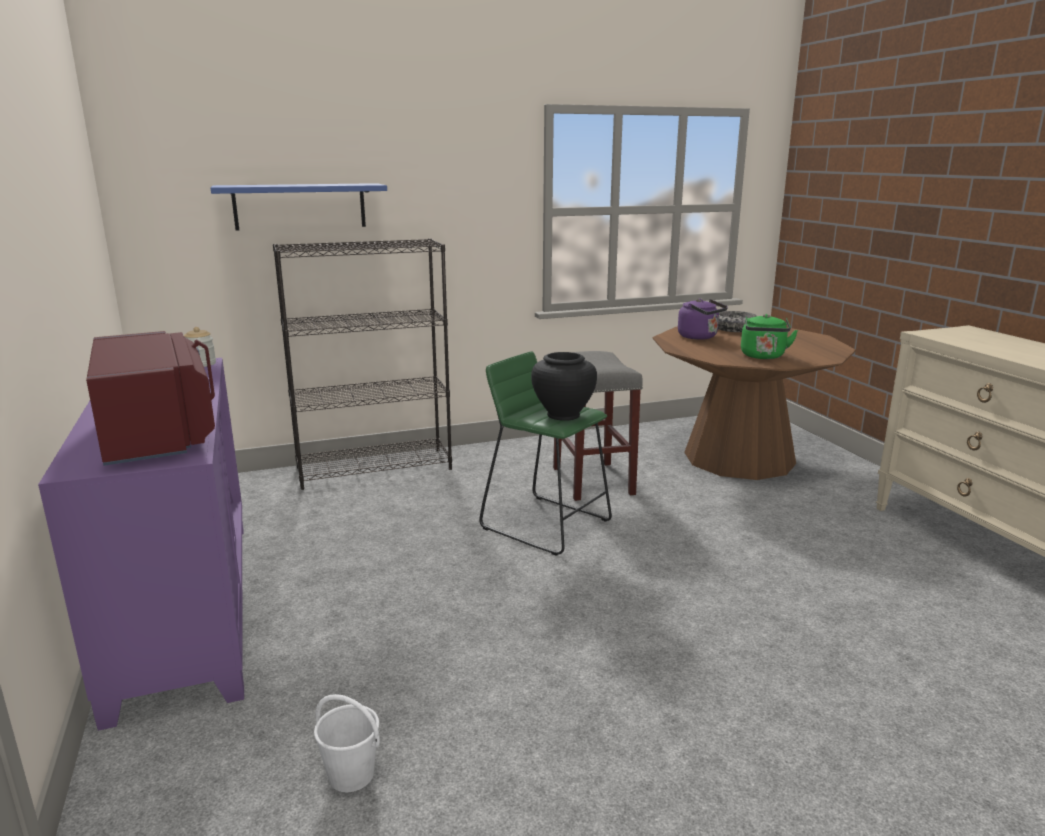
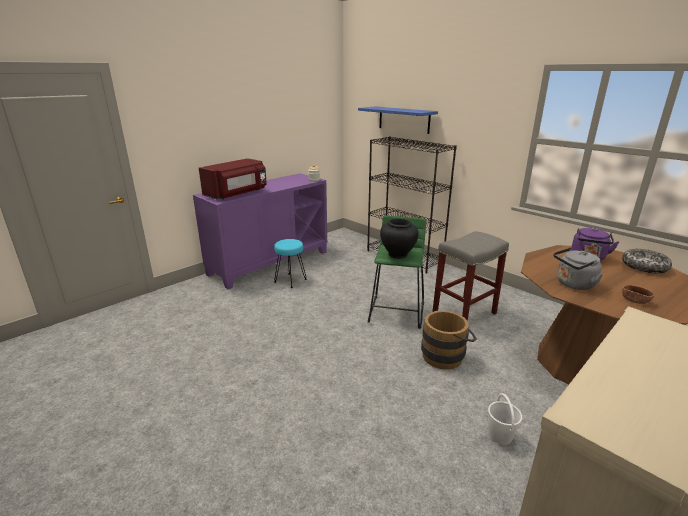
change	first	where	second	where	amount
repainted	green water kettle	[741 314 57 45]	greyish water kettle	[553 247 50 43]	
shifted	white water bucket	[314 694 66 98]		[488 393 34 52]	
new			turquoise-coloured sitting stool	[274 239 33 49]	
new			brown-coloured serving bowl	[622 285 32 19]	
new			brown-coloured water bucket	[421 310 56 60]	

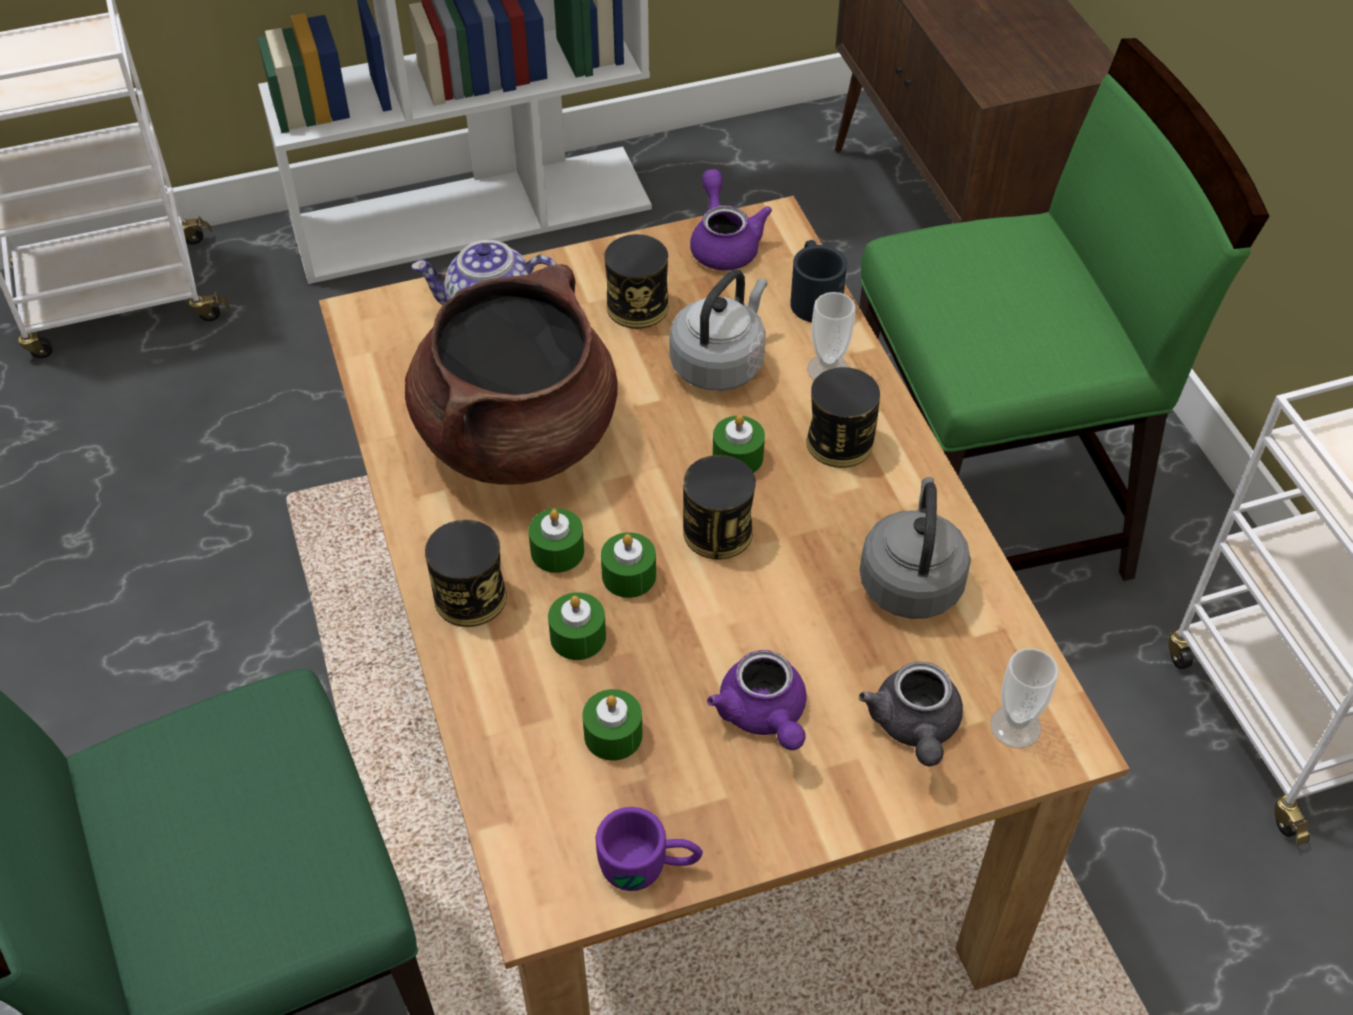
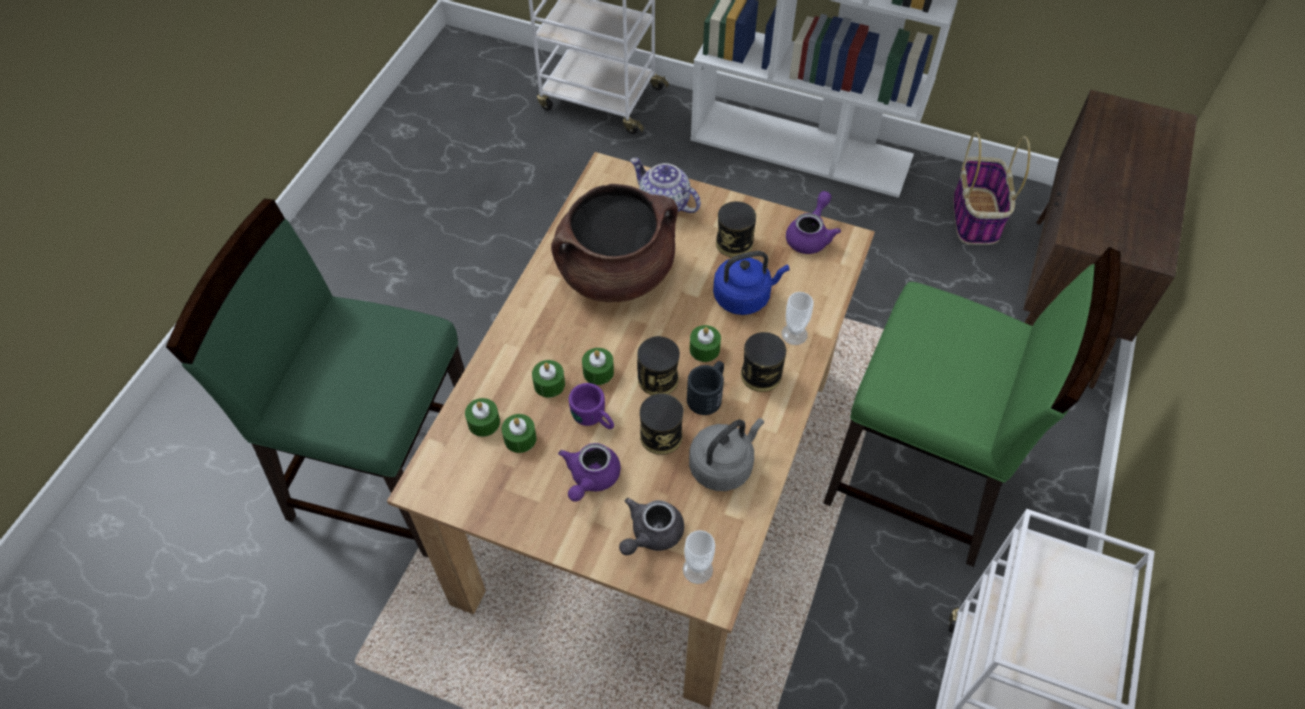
change	first	where	second	where	amount
shifted	black-coloured tea mug	[790 240 57 82]		[687 361 37 54]	
repainted	greyish water kettle	[669 270 98 121]	blue-coloured water kettle	[713 251 77 64]	
shifted	green wax light	[528 508 56 65]		[465 398 35 39]	
shifted	can	[425 520 82 107]		[640 393 44 62]	
shifted	purplish tea mug	[595 807 108 84]		[569 383 45 46]	
new			storage basket	[953 132 77 113]	

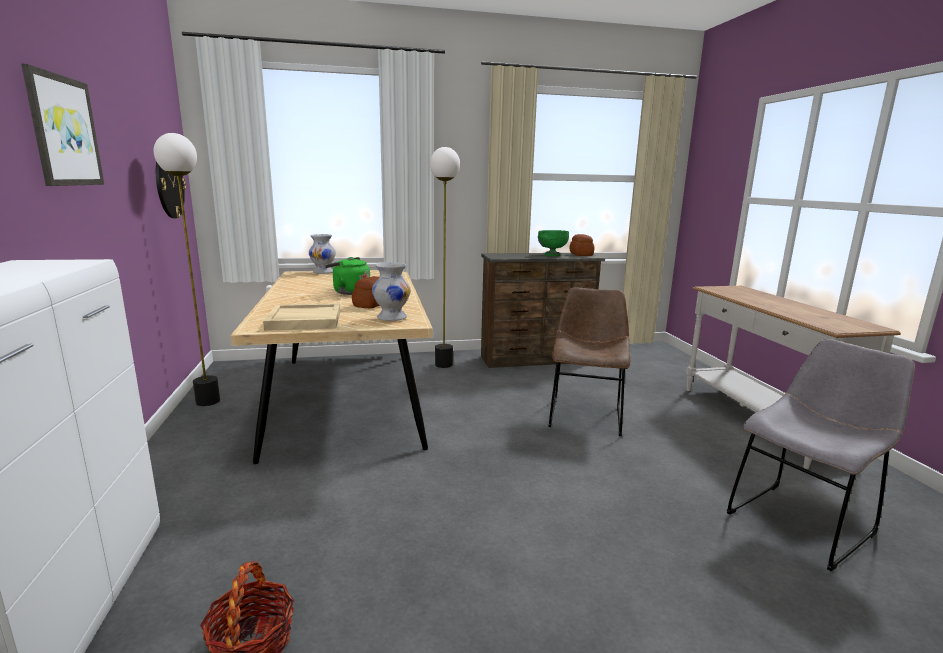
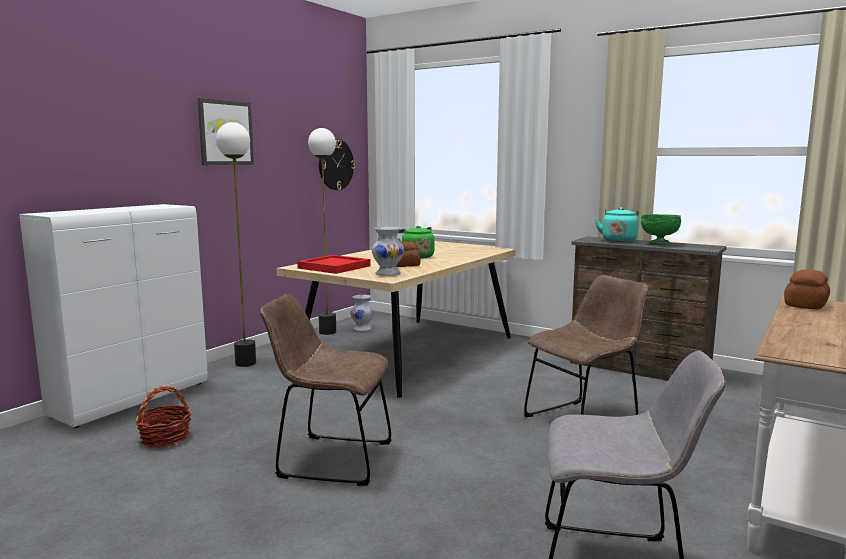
change	first	where	second	where	amount
shifted	standing lamp	[430 147 30 221]		[216 122 40 245]	
shifted	white flower vase	[309 234 27 40]		[350 295 24 36]	
shifted	bakery bread	[570 234 24 22]		[784 269 46 41]	
repainted	sand-coloured carrying tray	[263 303 77 28]	red carrying tray	[297 255 74 19]	
new			turquoise-coloured water kettle	[595 207 44 35]	
new			brown-coloured plain chair	[260 294 132 192]	

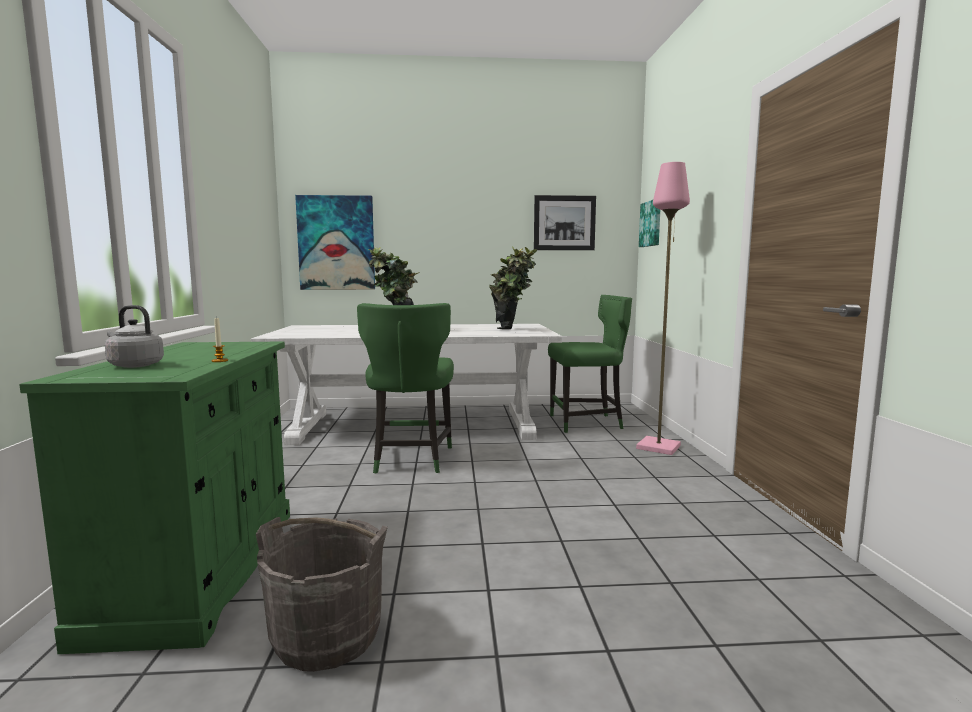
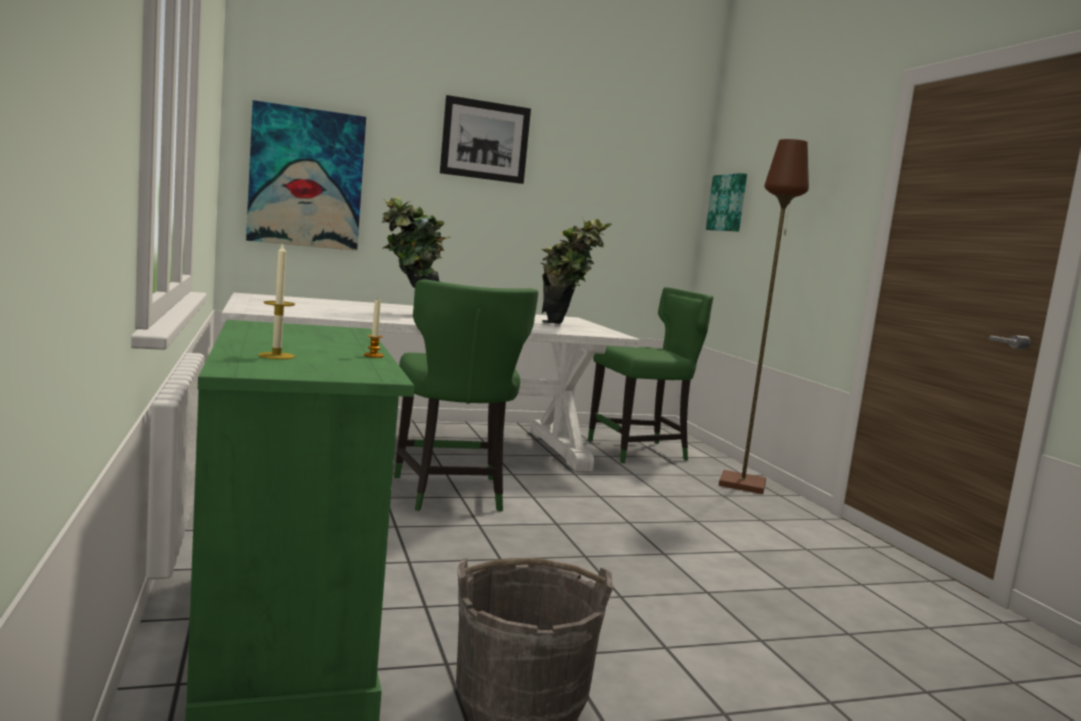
change	first	where	second	where	amount
repainted	pink-coloured standing lamp	[636 162 54 293]	brown-coloured standing lamp	[719 139 90 355]	
shifted	wall art	[534 195 62 55]		[440 95 91 89]	
swapped	greyish water kettle	[105 305 59 63]	wax light	[258 242 37 117]	

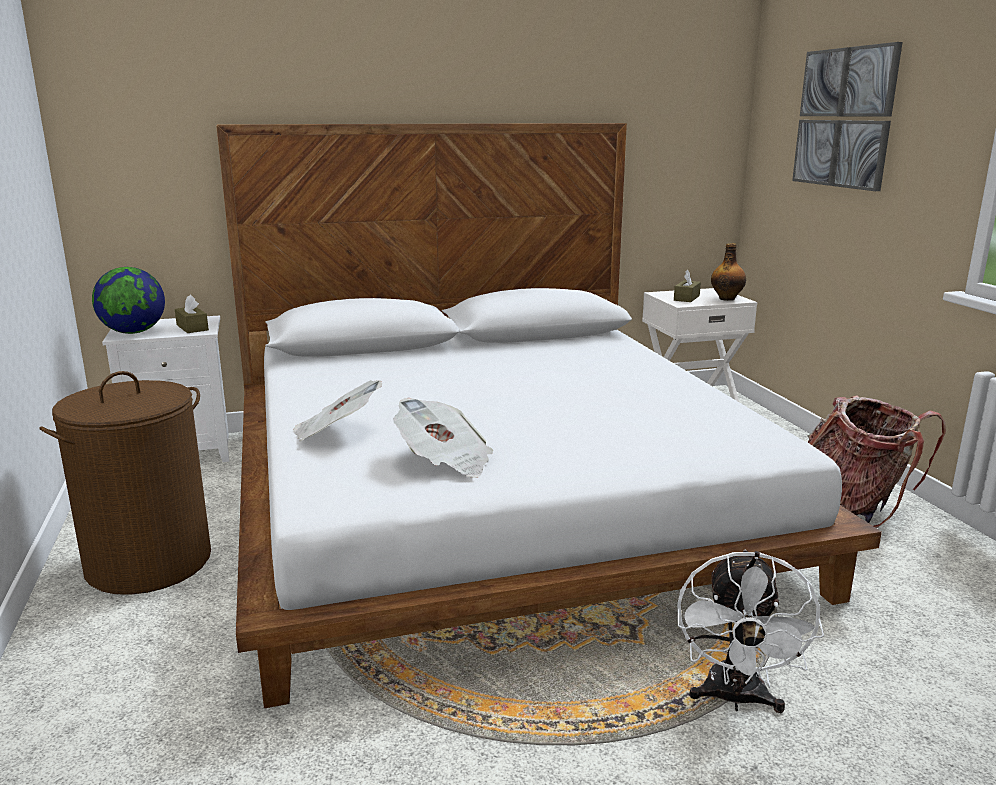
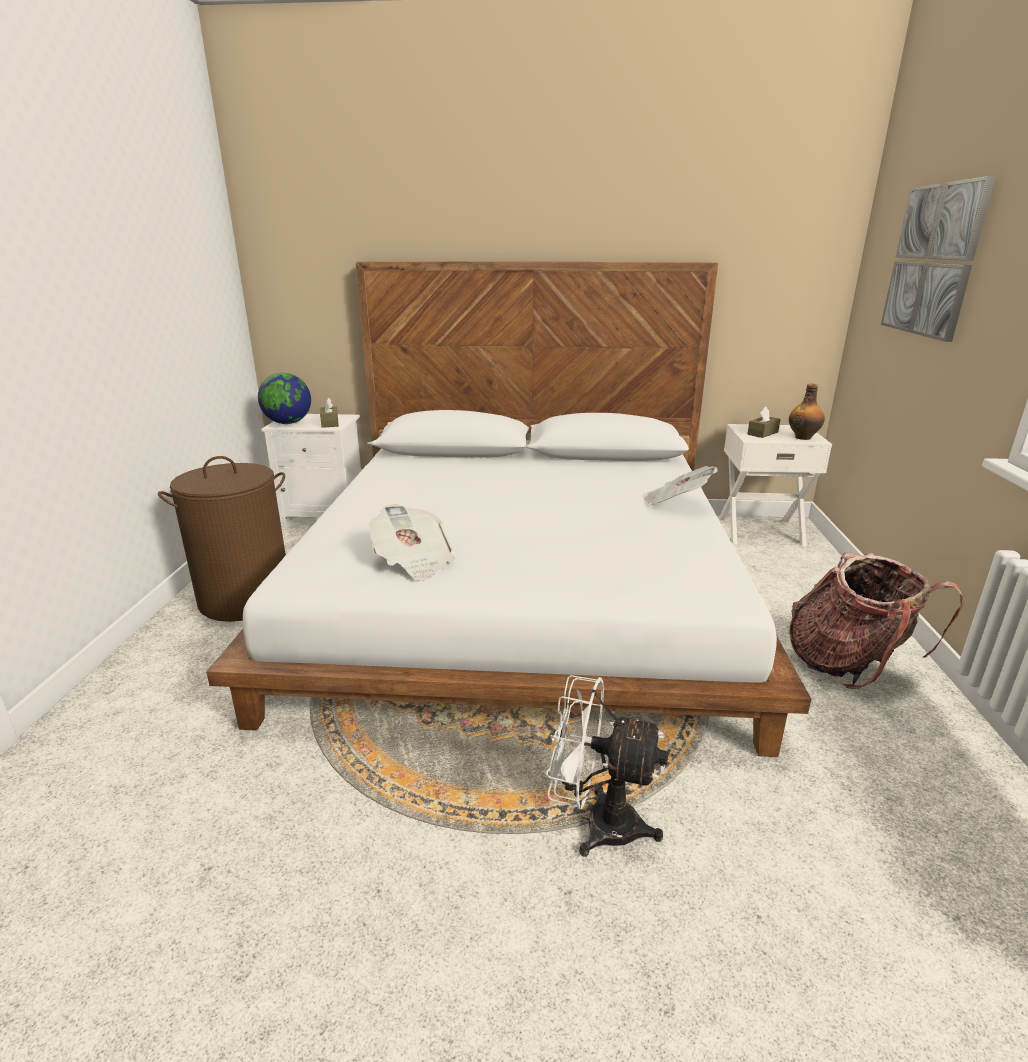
change	first	where	second	where	amount
shifted	printed paper	[293 380 89 61]		[643 466 75 40]	
rotated	white fan	[677 550 147 163]		[546 675 123 182]	75 degrees clockwise

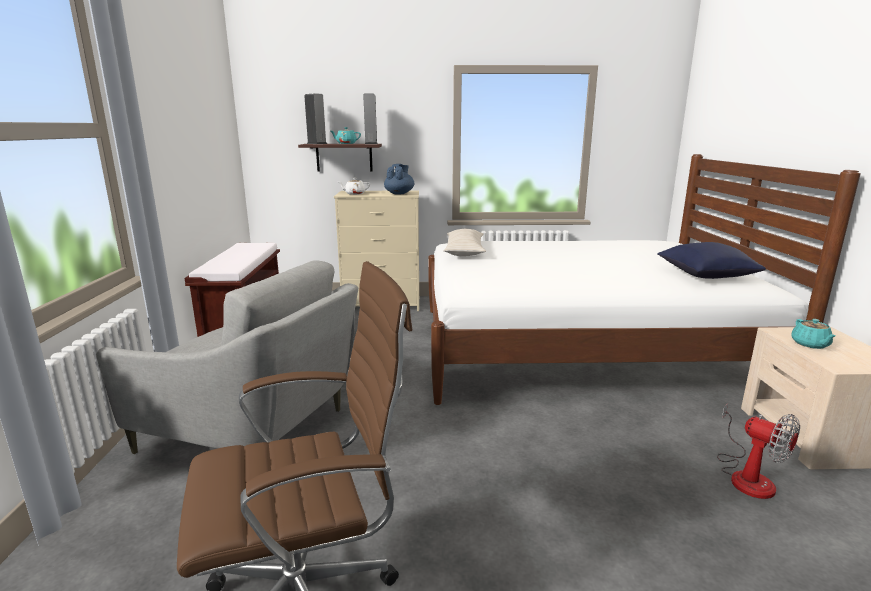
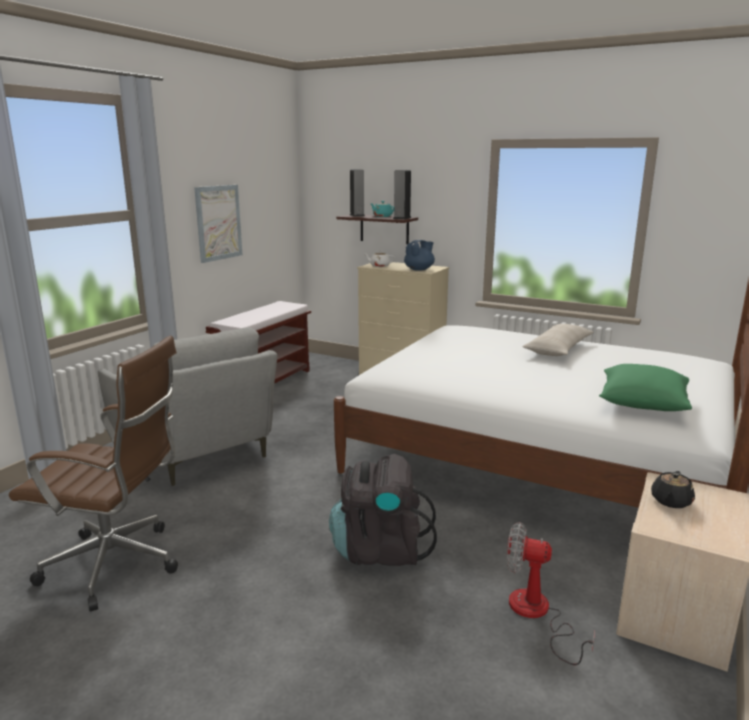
change	first	where	second	where	amount
shifted	sand-coloured pillow	[444 229 42 27]		[522 324 72 32]	
repainted	blue-coloured pillow	[657 242 109 37]	green pillow	[599 364 93 47]	
repainted	turquoise-coloured tea pot	[791 319 45 30]	black-coloured tea pot	[651 471 44 37]	
rotated	fan	[717 404 83 95]		[507 522 87 143]	120 degrees clockwise
new			wall art	[194 185 49 78]	
new			black-coloured knapsack	[329 454 108 112]	

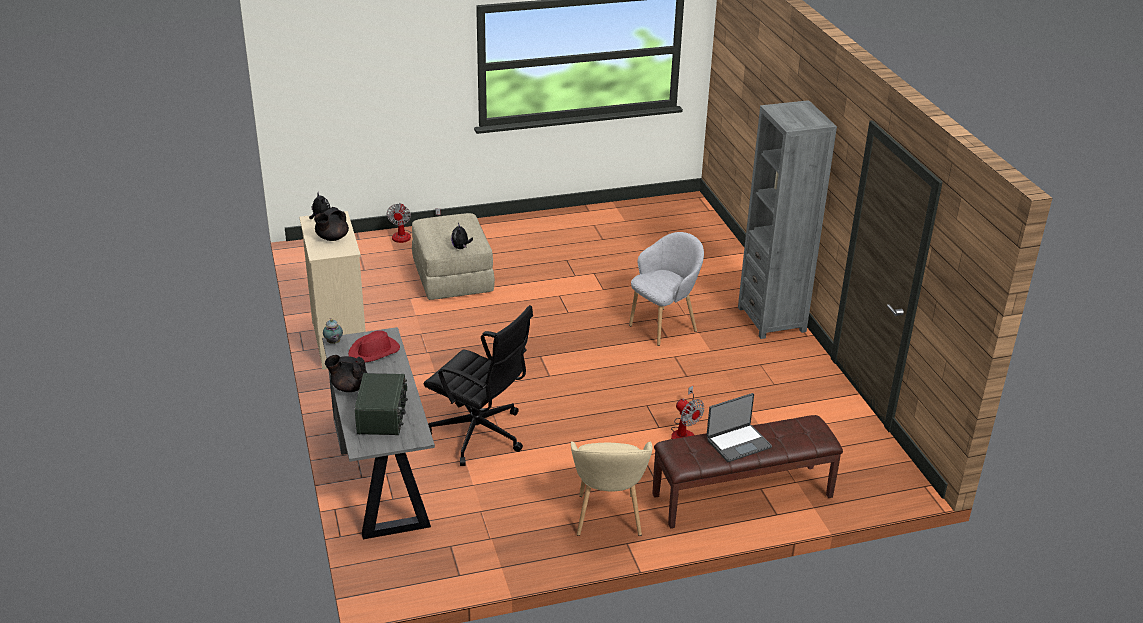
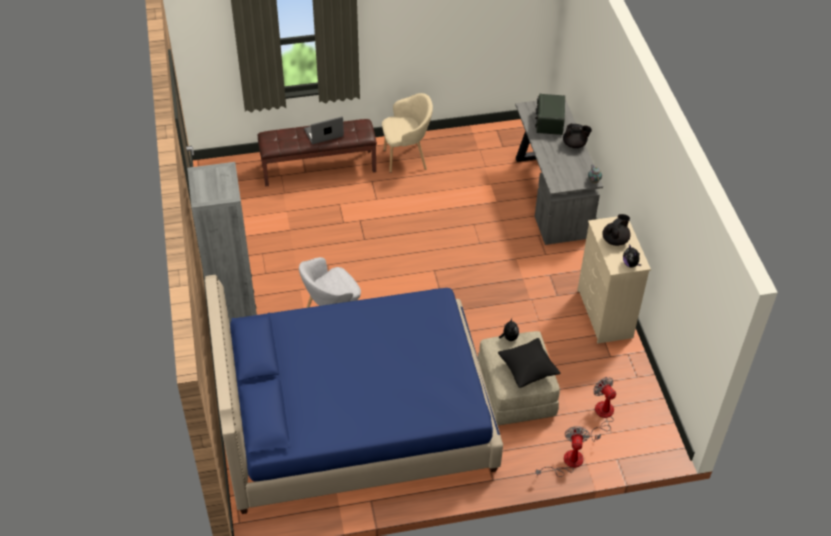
change	first	where	second	where	amount
gone	black-coloured office chair	[424 305 109 161]			
gone	red clothing hat	[348 330 52 33]			
shifted	fan	[671 386 33 53]		[591 377 25 65]	
rotated	sand-coloured lounge chair	[571 441 82 95]		[382 93 51 80]	75 degrees clockwise
new			blue-coloured bed	[205 275 298 239]	
new			black-coloured pillow	[498 338 63 50]	

